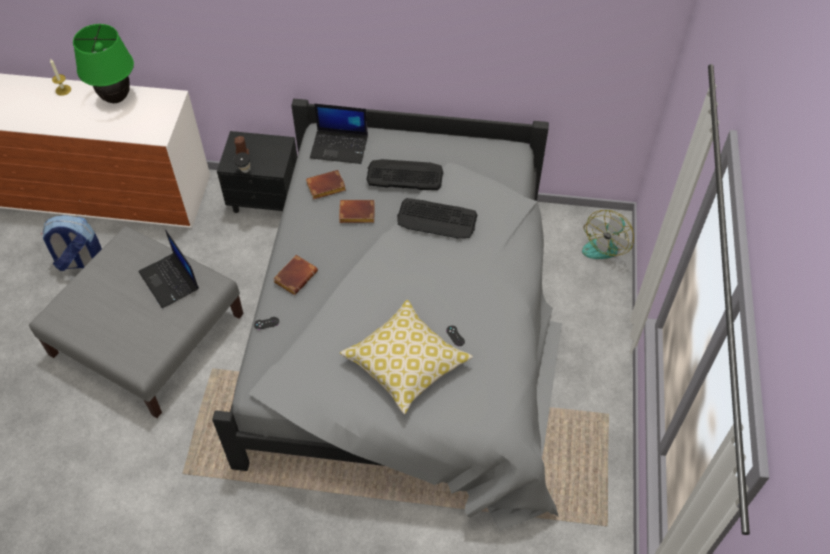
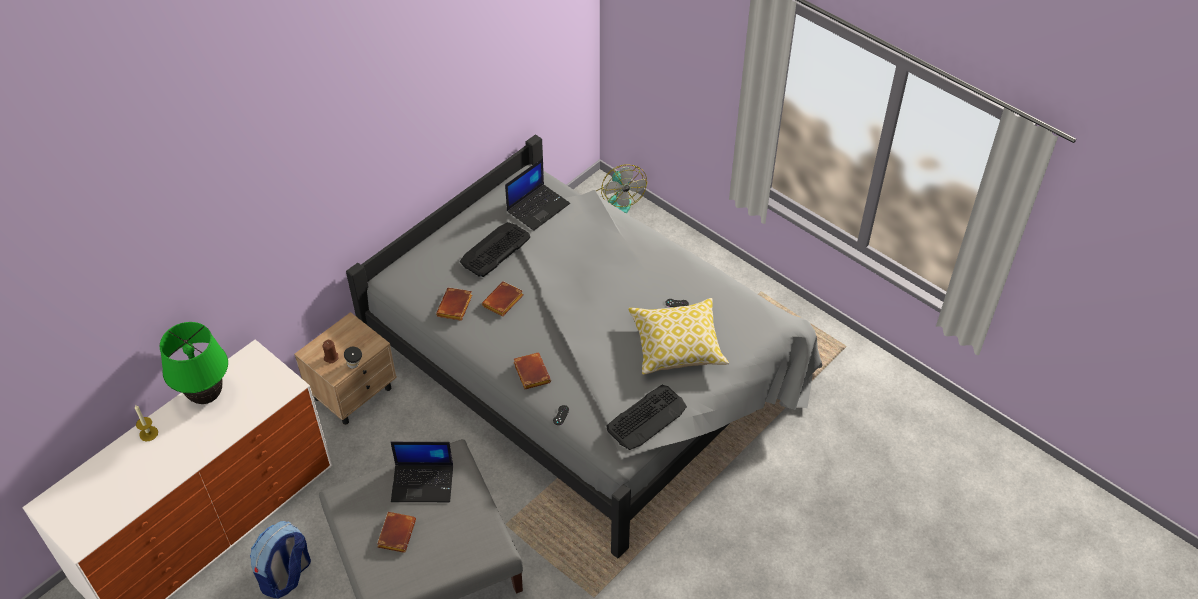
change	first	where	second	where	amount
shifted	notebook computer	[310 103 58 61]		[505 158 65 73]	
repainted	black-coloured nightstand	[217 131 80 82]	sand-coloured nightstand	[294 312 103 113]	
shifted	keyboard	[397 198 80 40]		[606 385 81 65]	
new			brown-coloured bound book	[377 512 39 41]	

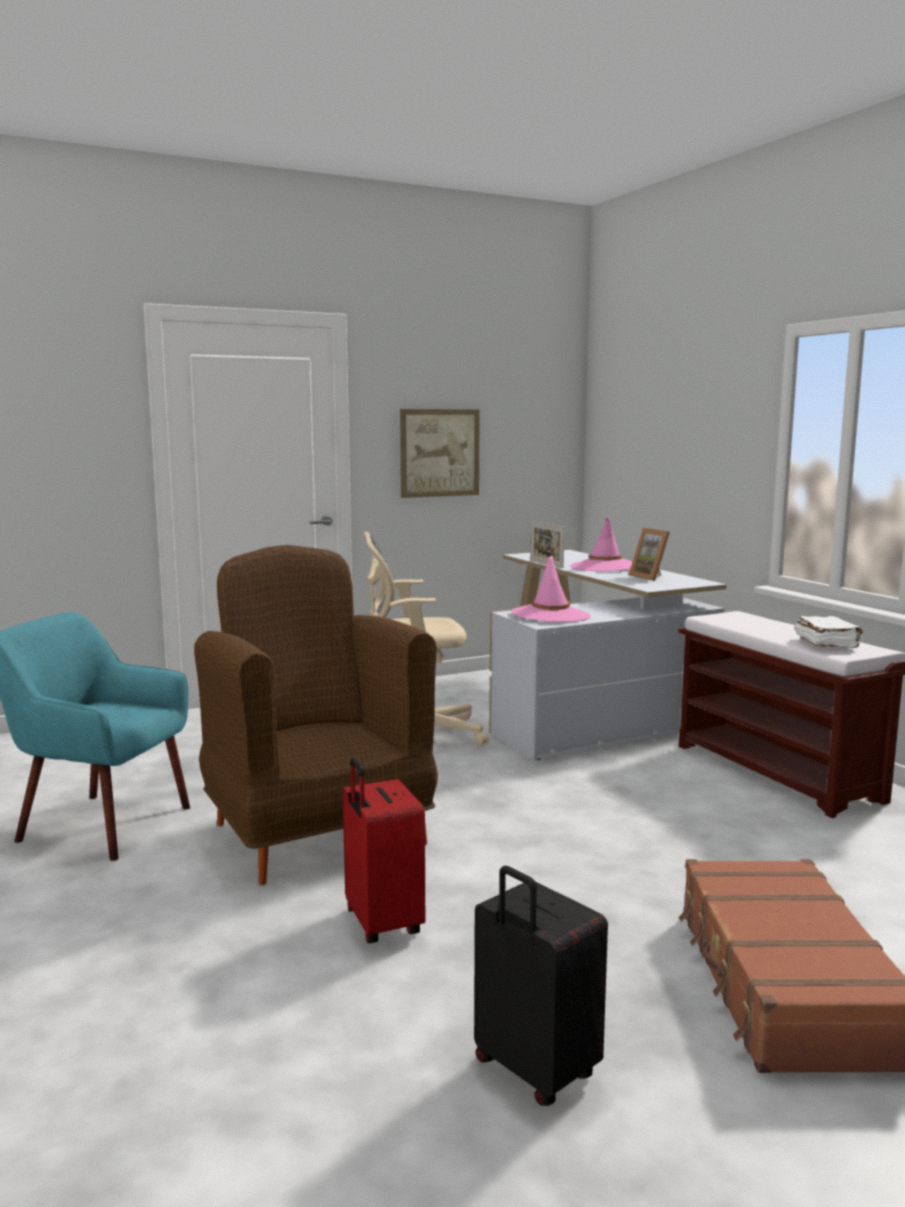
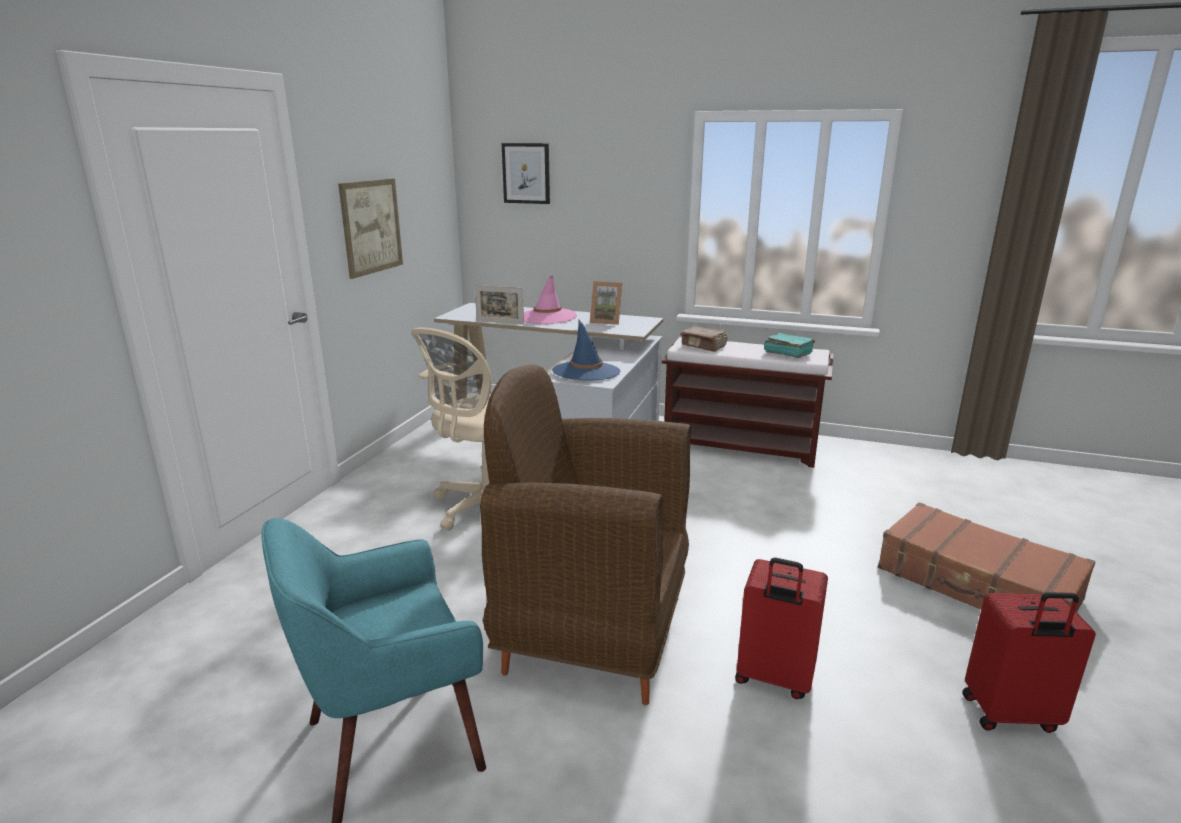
change	first	where	second	where	amount
repainted	pink-coloured clothing hat	[512 554 79 68]	blue-coloured clothing hat	[552 320 68 60]	
repainted	white bound book	[795 616 68 33]	turquoise-coloured bound book	[764 333 51 25]	
repainted	black-coloured piece of luggage	[474 866 134 240]	red piece of luggage	[962 592 134 141]	
new			wall art	[502 143 48 61]	
new			brown-coloured bound book	[680 326 48 26]	

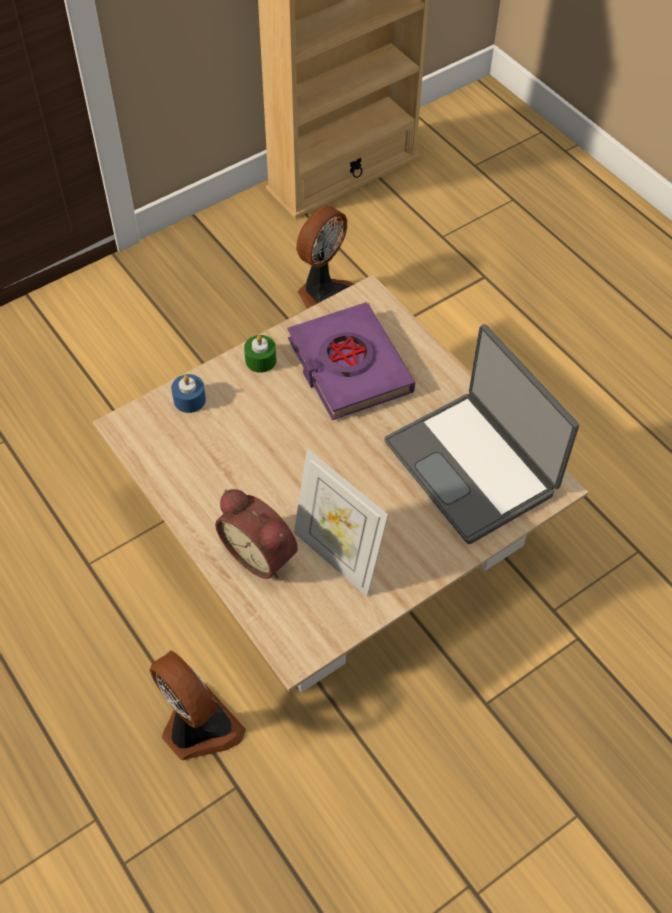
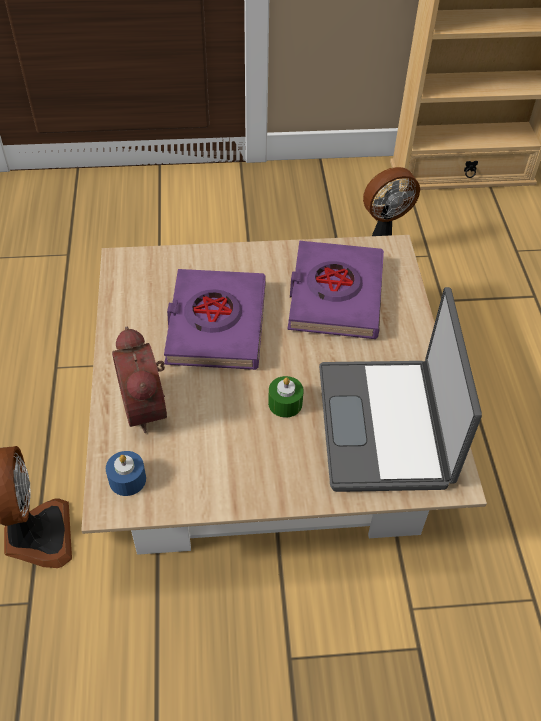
change	first	where	second	where	amount
shifted	green wax light	[244 335 33 38]		[268 376 36 42]	
shifted	blue-coloured wax light	[171 374 35 39]		[106 451 40 45]	
gone	standing frame	[294 449 94 147]			
new			purplish bound book	[164 269 102 101]	

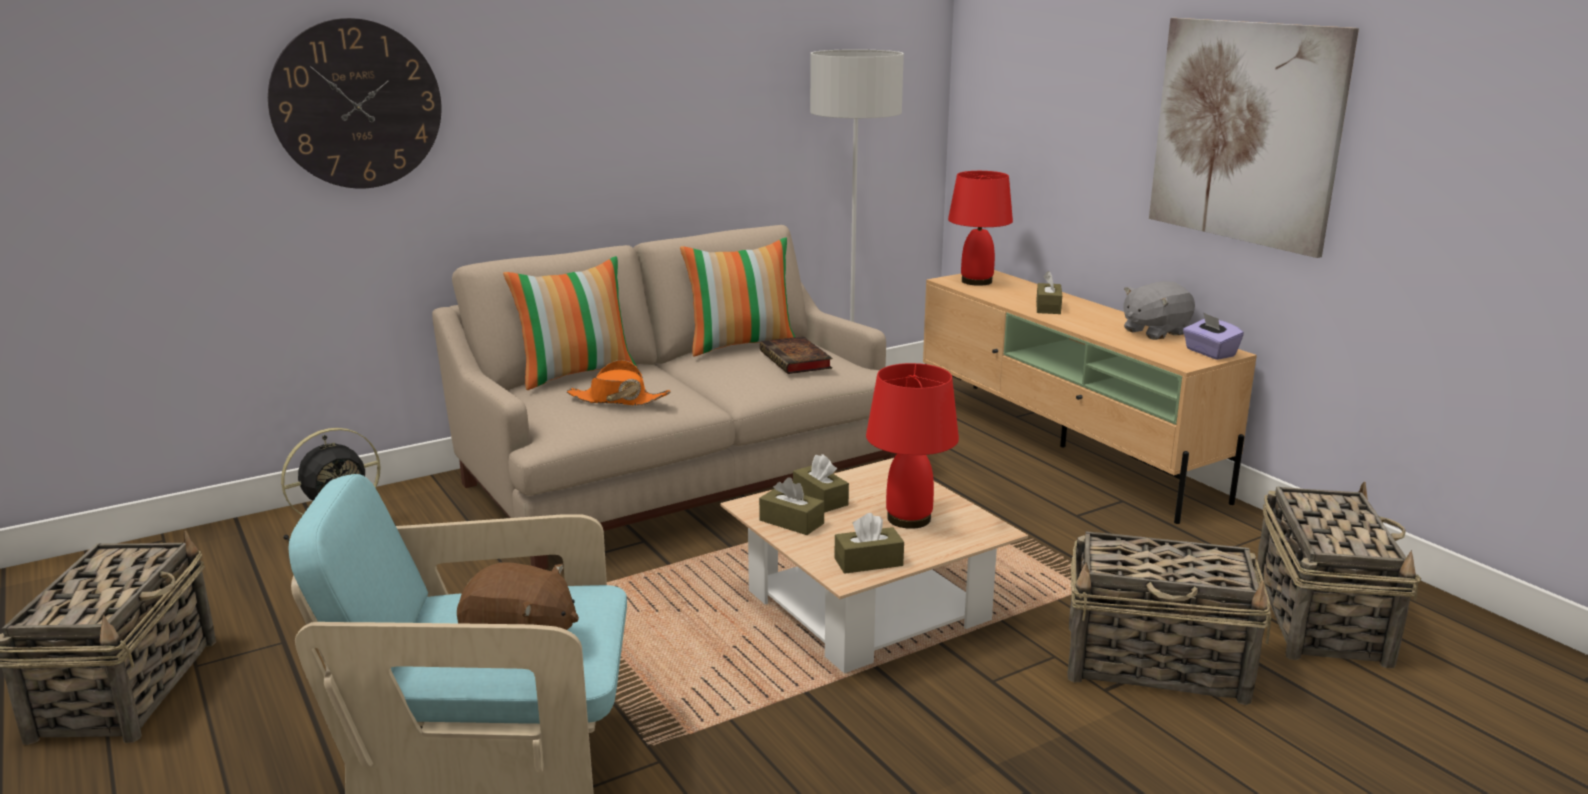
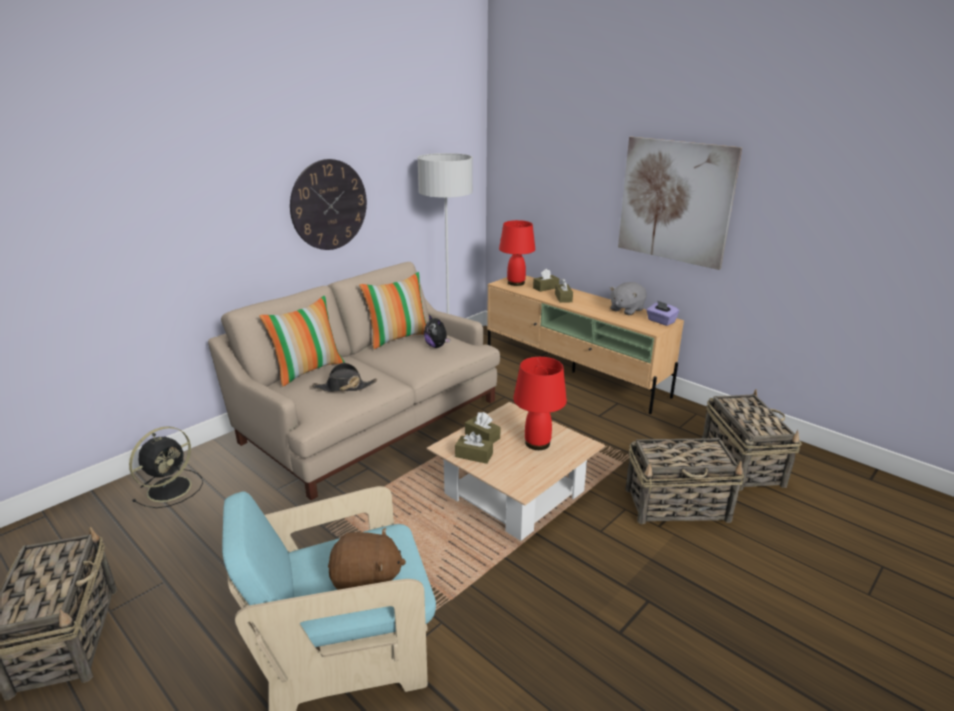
change	first	where	second	where	amount
shifted	wall clock	[268 18 173 171]		[290 159 77 91]	
swapped	bound book	[760 336 72 38]	cuddly toy	[424 315 26 33]	
repainted	orange-coloured clothing hat	[566 360 105 46]	black-coloured clothing hat	[312 363 65 29]	
shifted	brown-coloured tissue box	[834 513 70 61]		[533 269 26 23]	

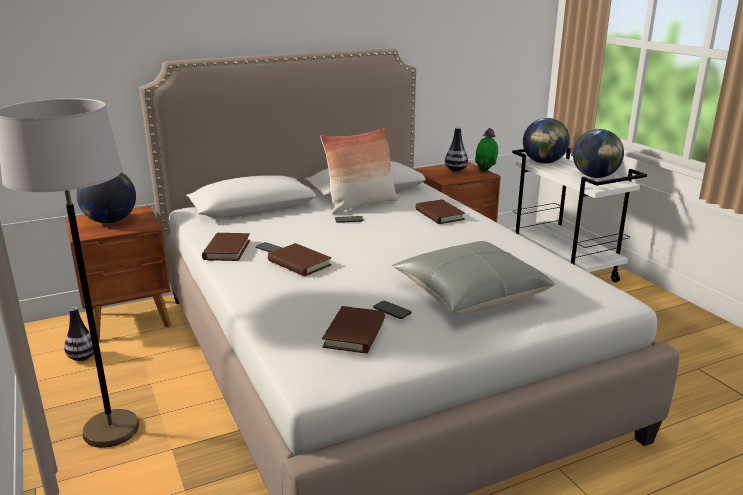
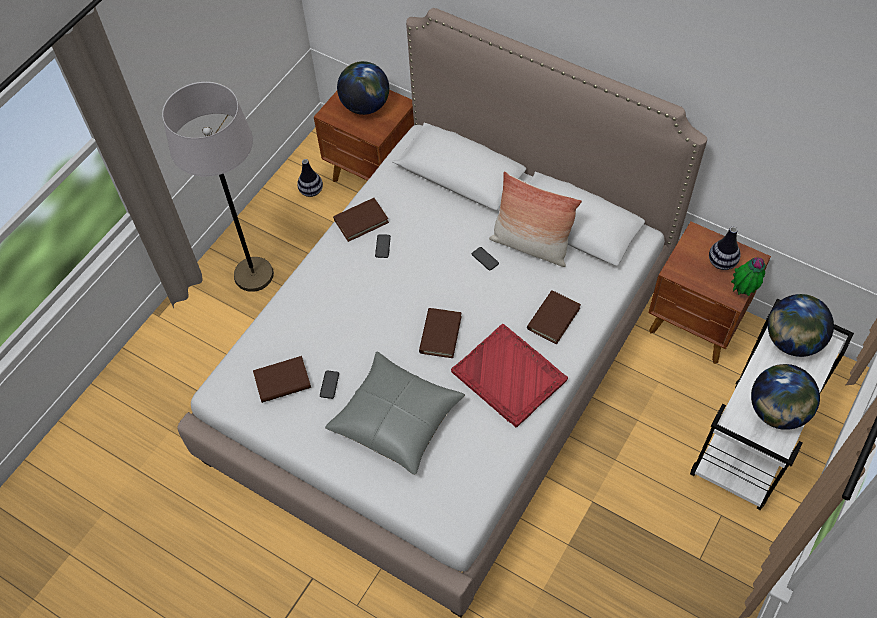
change	first	where	second	where	amount
shifted	brown-coloured bound book	[268 243 63 33]		[419 308 43 50]	
new			red carrying tray	[451 324 117 103]	

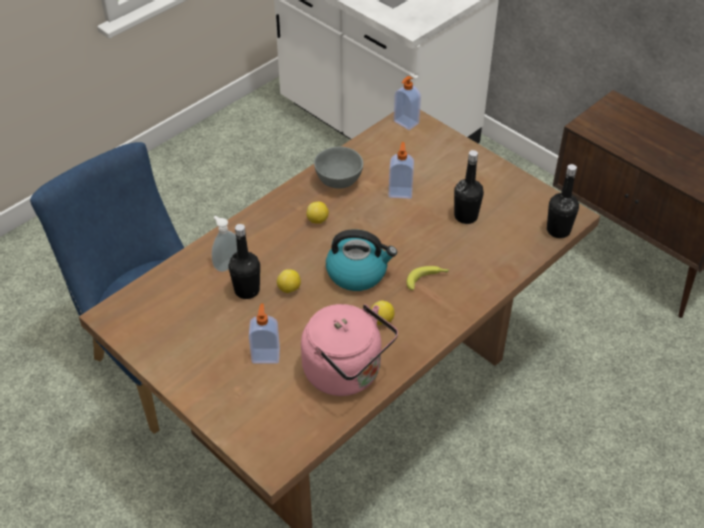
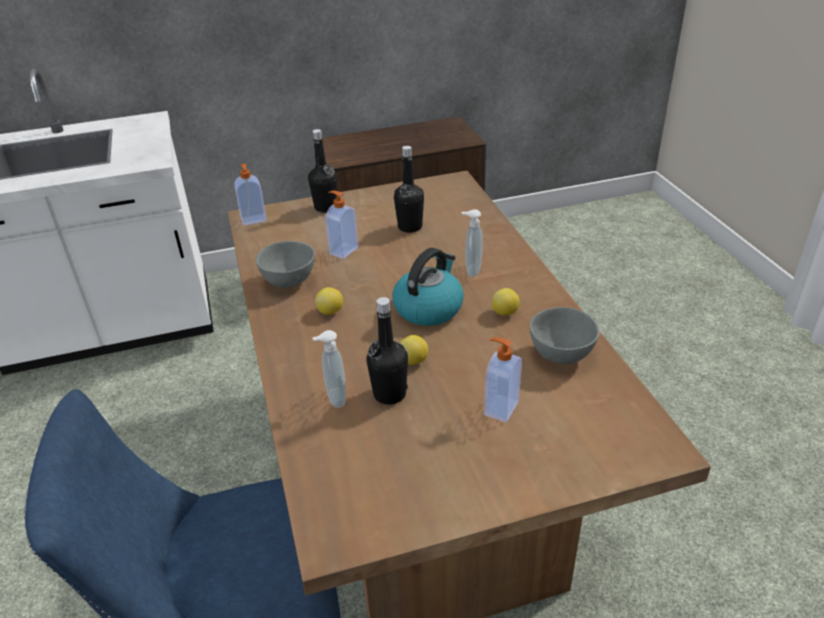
change	first	where	second	where	amount
shifted	black-coloured drink bottle	[547 164 32 74]		[308 129 29 84]	
swapped	banana	[406 266 43 24]	liquid soap bottle	[462 209 21 68]	
swapped	pink-coloured water kettle	[301 304 97 92]	greyish serving bowl	[530 307 70 57]	

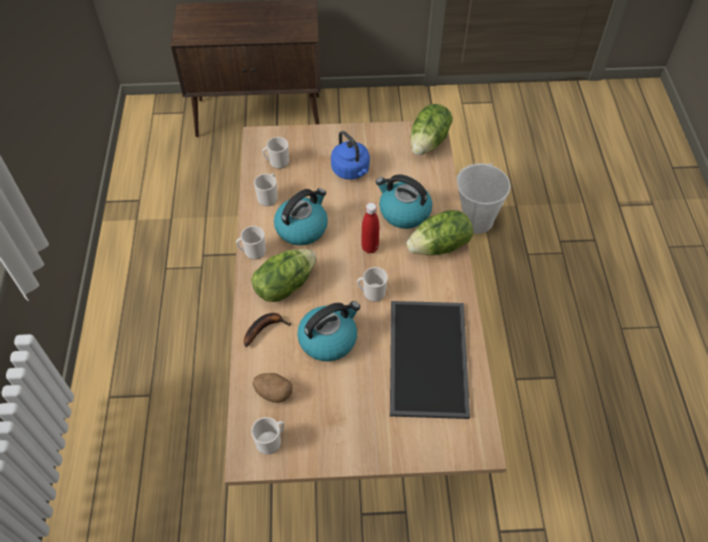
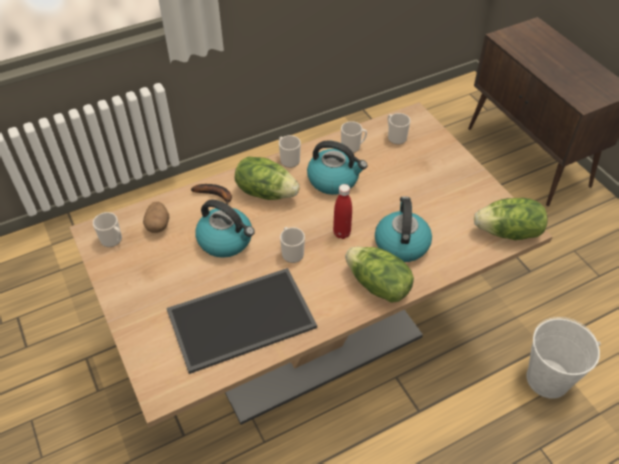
change	first	where	second	where	amount
gone	blue-coloured water kettle	[331 131 39 49]			

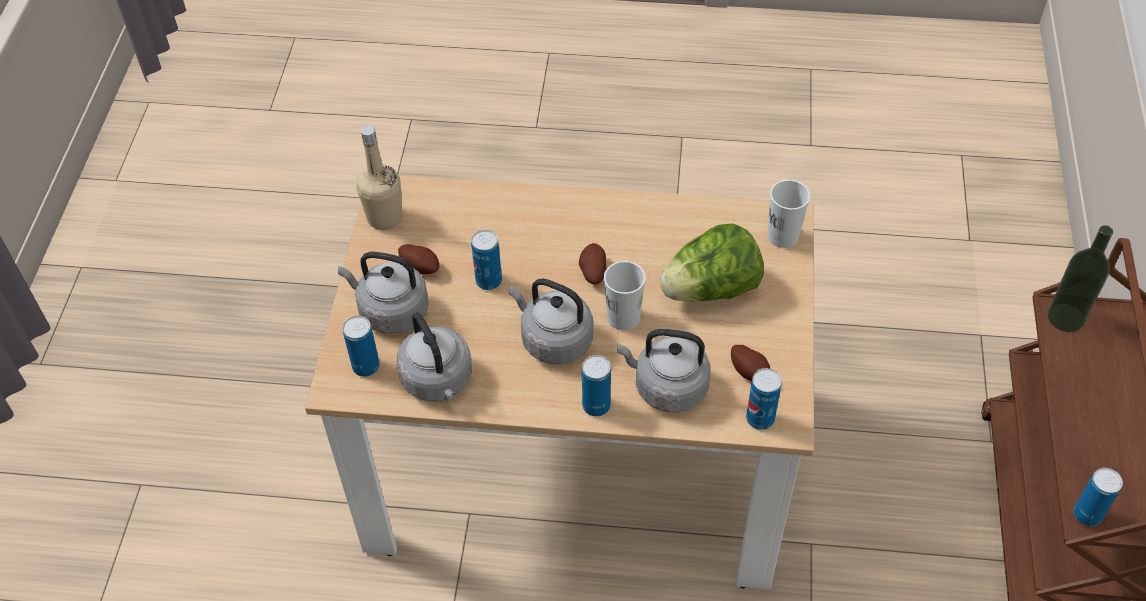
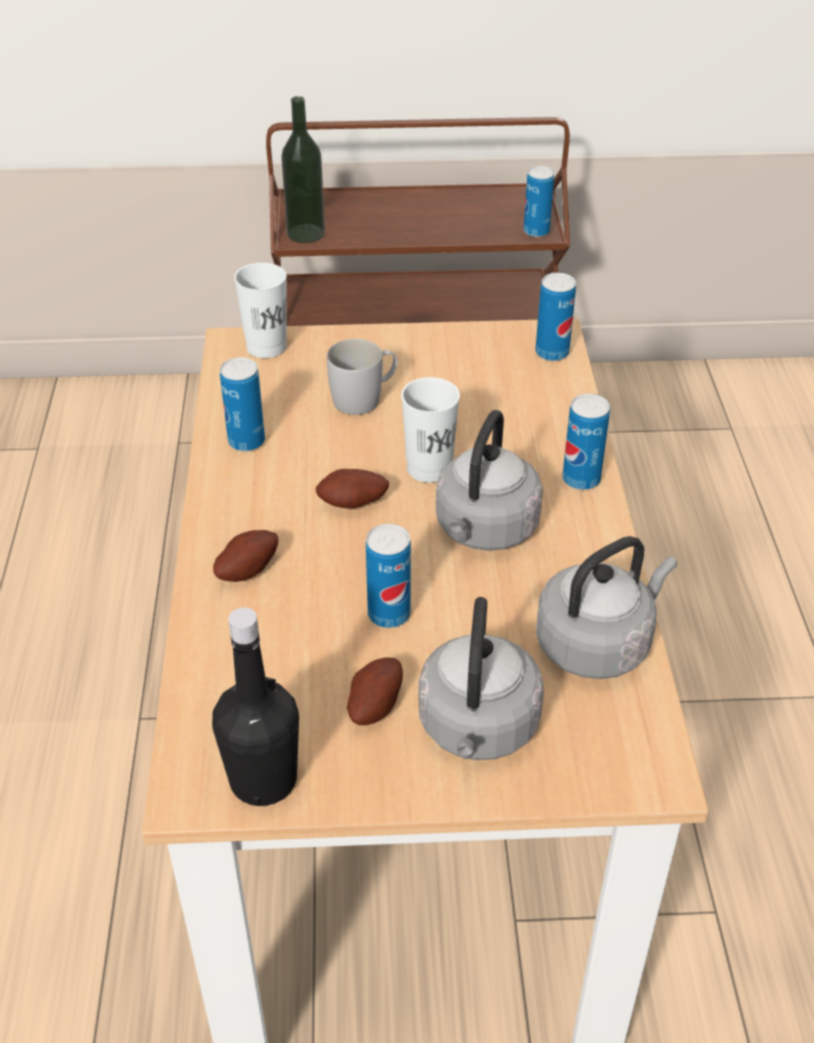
change	first	where	second	where	amount
repainted	sand-coloured drink bottle	[356 125 46 105]	black-coloured drink bottle	[212 607 87 199]	
swapped	lettuce head	[659 224 105 78]	white tea mug	[327 339 71 76]	
shifted	can	[343 316 37 61]		[220 357 45 94]	
gone	greyish water kettle	[617 329 94 84]			
shifted	potato	[731 345 40 36]		[213 530 65 52]	

